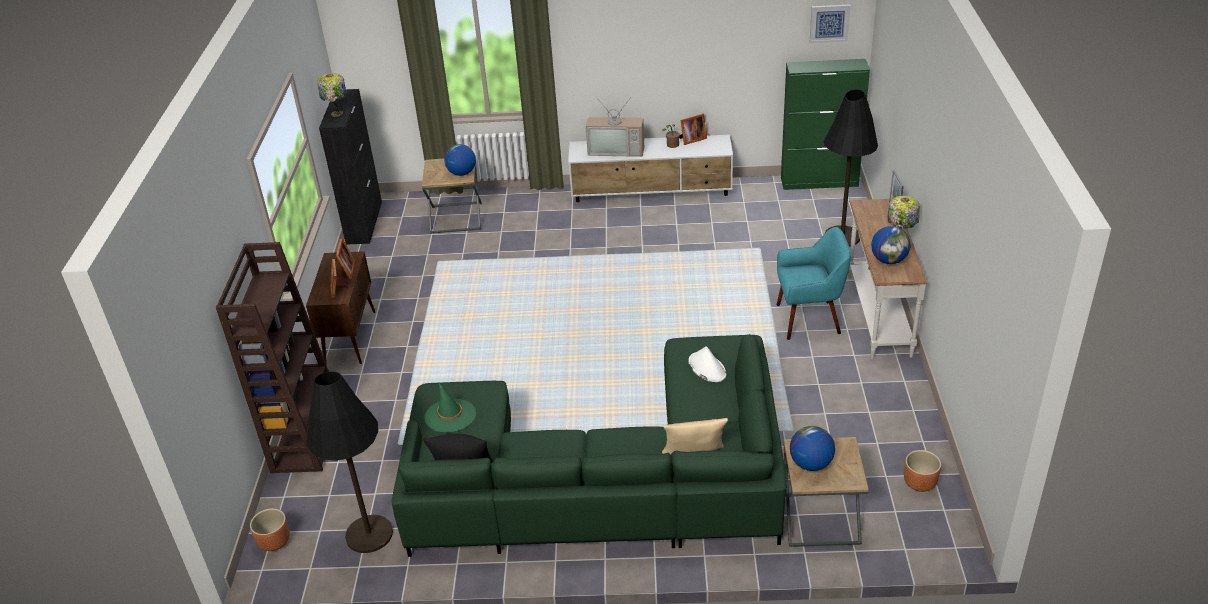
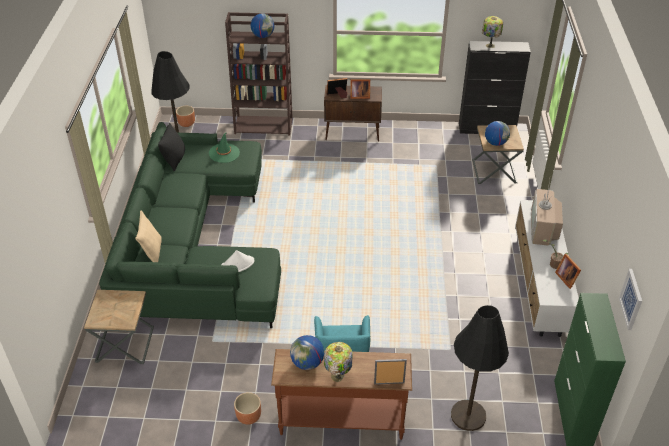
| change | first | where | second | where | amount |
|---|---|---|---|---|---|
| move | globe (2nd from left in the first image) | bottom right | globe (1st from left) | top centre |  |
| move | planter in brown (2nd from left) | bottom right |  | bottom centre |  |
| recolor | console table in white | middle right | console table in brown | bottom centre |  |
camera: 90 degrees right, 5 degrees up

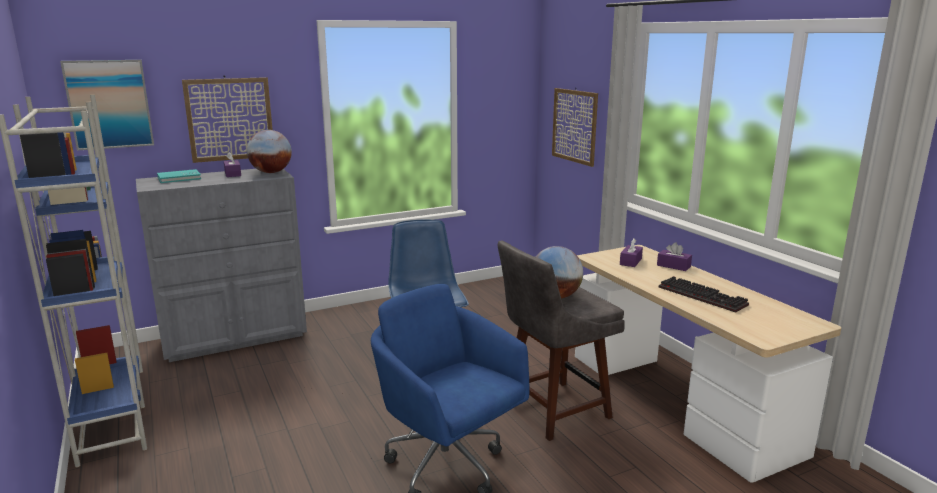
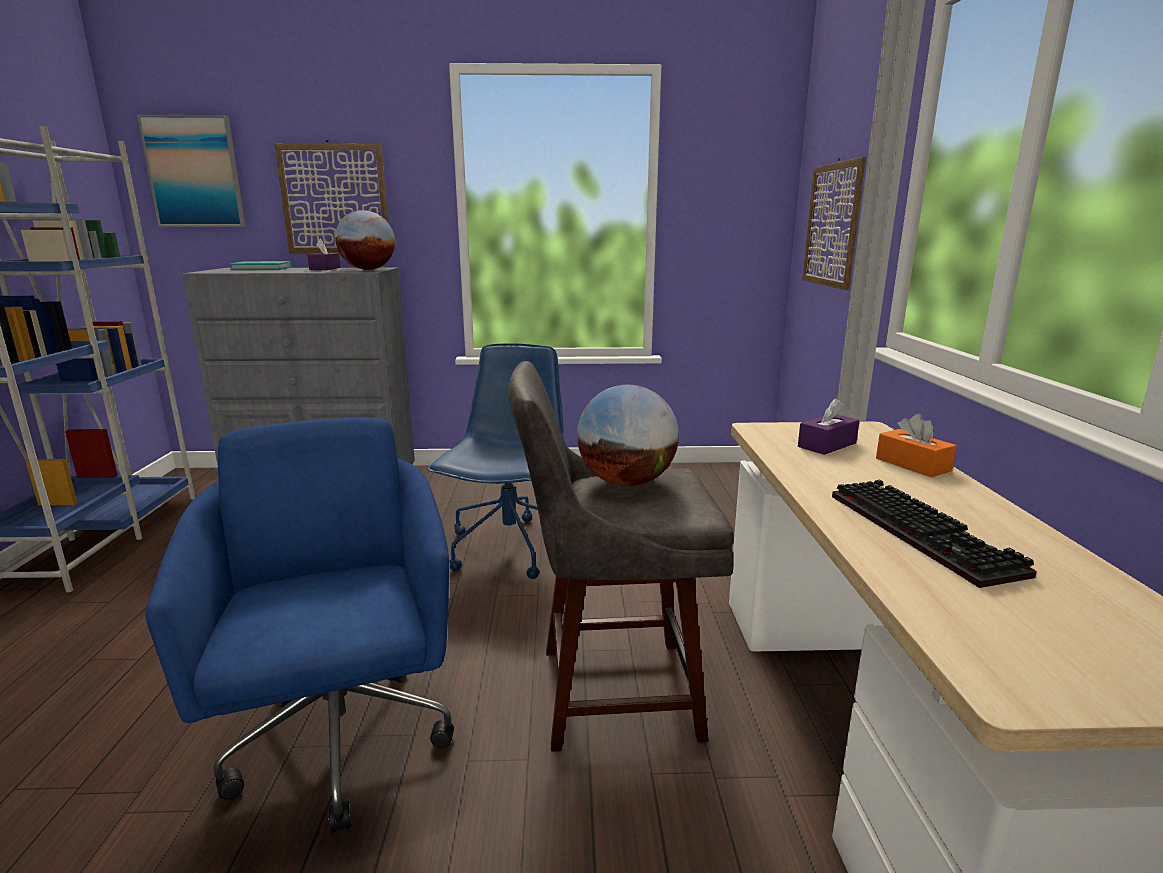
| change | first | where | second | where | amount |
|---|---|---|---|---|---|
| recolor | tissue box in purple (3rd from left) | middle right | tissue box in orange | middle right |  |
camera: 25 degrees right, 0 degrees up

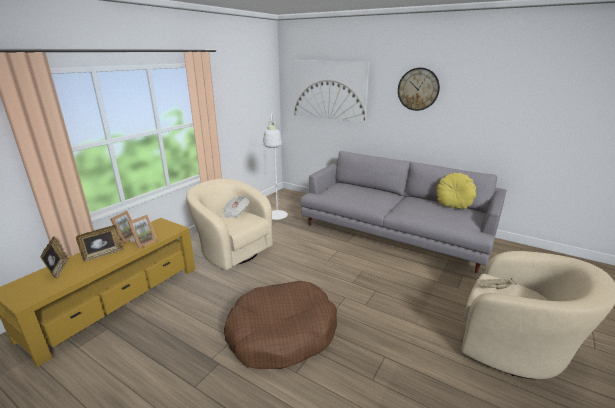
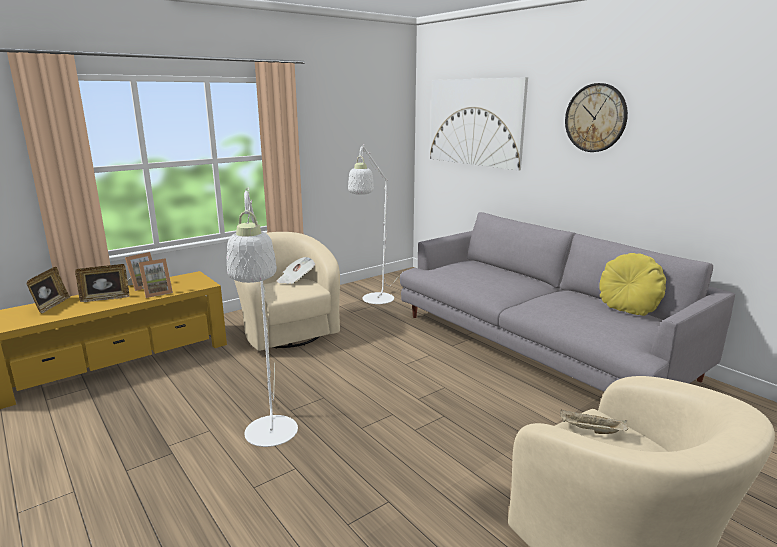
| change | first | where | second | where | amount |
|---|---|---|---|---|---|
| replace | dog bed in brown | bottom centre | floor lamp in white (1st from left) | centre |  |
camera: 20 degrees right, 5 degrees down

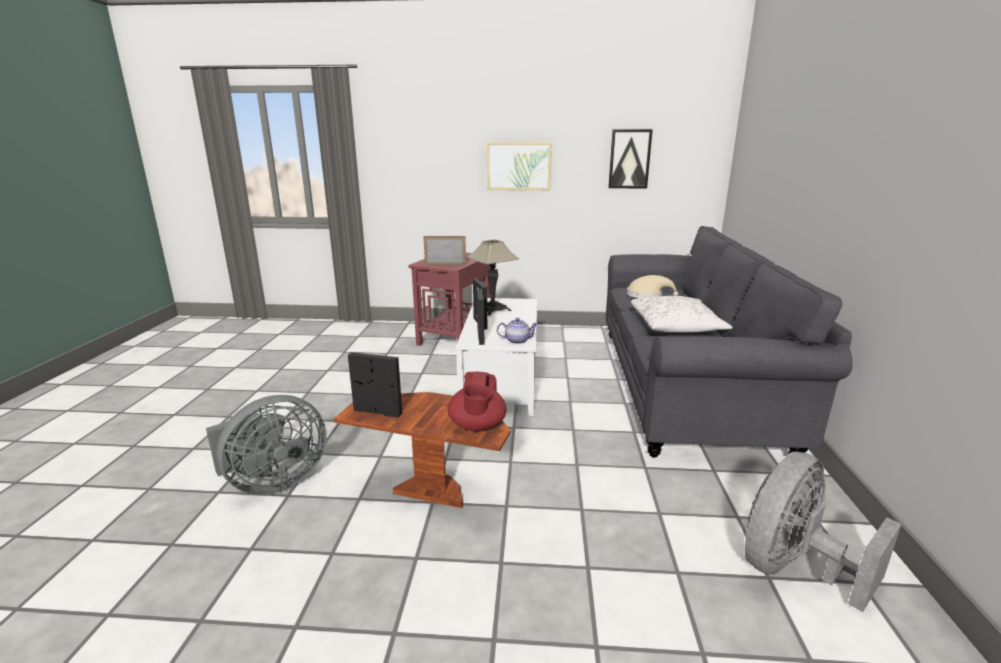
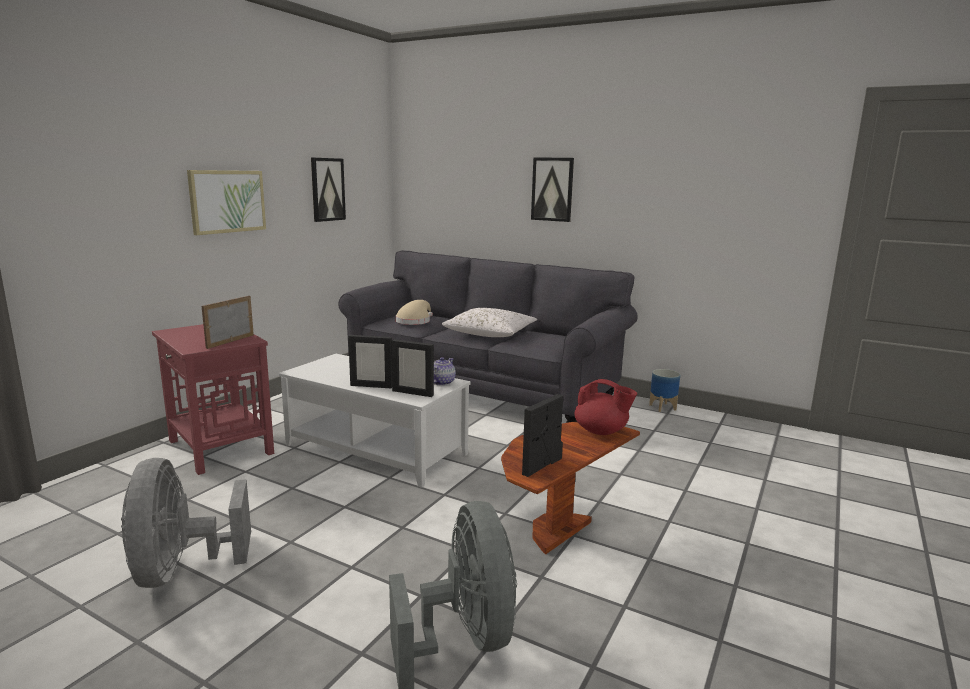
| change | first | where | second | where | amount |
|---|---|---|---|---|---|
| delete | table lamp | centre |  |  |  |
| insert |  |  | picture (3rd from left) | top centre |  |
| insert |  |  | planter | middle right |  |
| move | fan in grey (2nd from left in the first image) | bottom right | fan in grey (1st from left) | bottom left |  |
camera: 65 degrees left, 5 degrees down

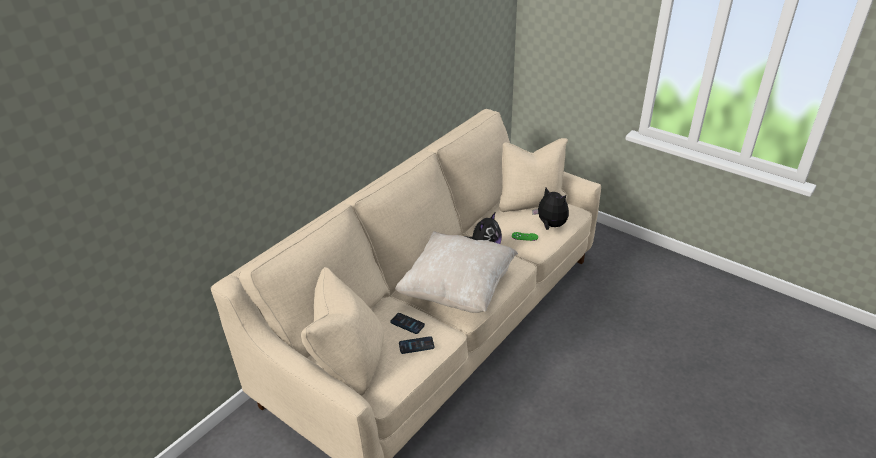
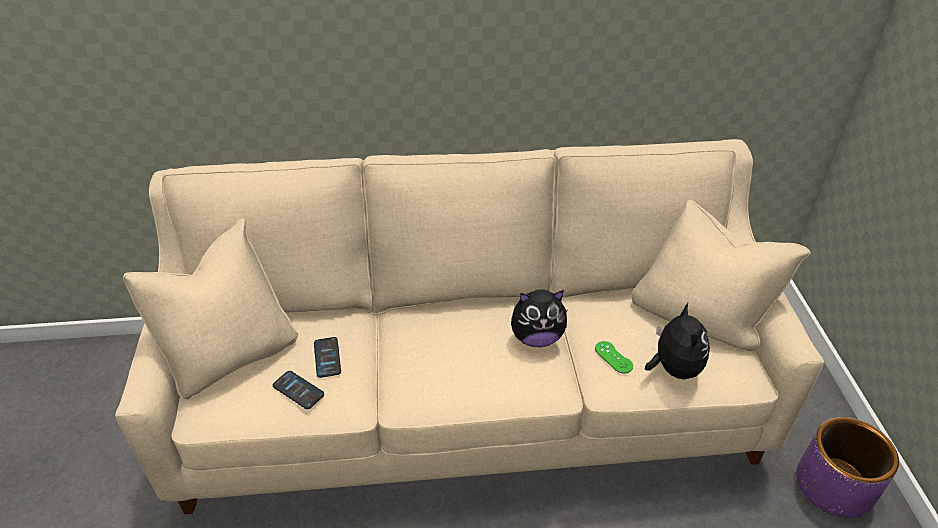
| change | first | where | second | where | amount |
|---|---|---|---|---|---|
| delete | pillow in beige | centre |  |  |  |
| insert |  |  | planter in purple | bottom right |  |
camera: 45 degrees right, 5 degrees up

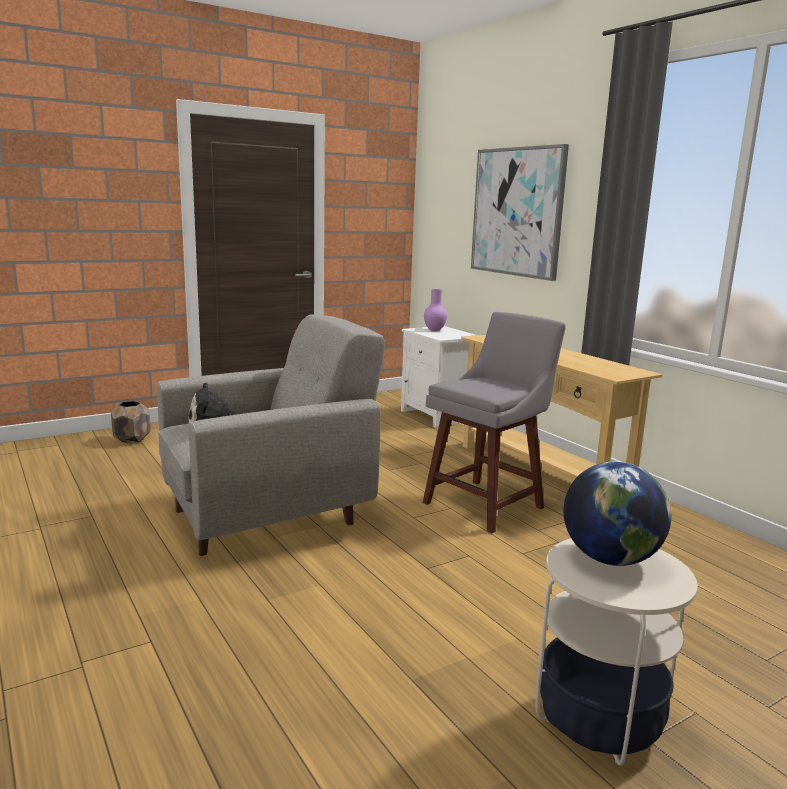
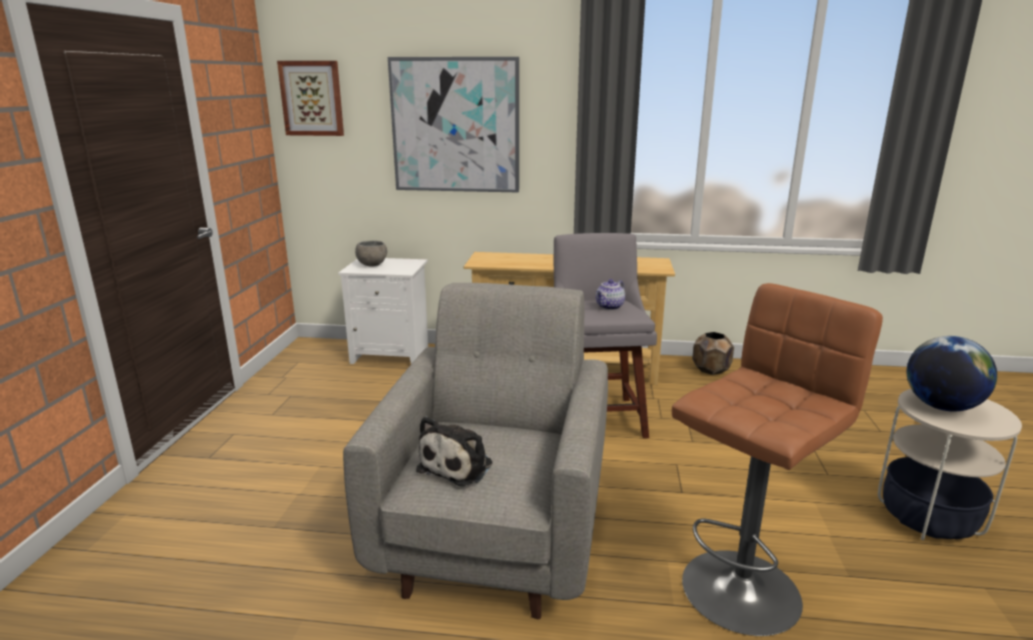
| change | first | where | second | where | amount |
|---|---|---|---|---|---|
| insert |  |  | picture (1st from left) | top left |  |
| insert |  |  | teapot | centre |  |
| insert |  |  | stool in brown | bottom right |  |
| move | planter in brown | middle left |  | middle right |  |
| replace | vase in purple | centre | bowl in grey | centre |  |
camera: 50 degrees left, 5 degrees up

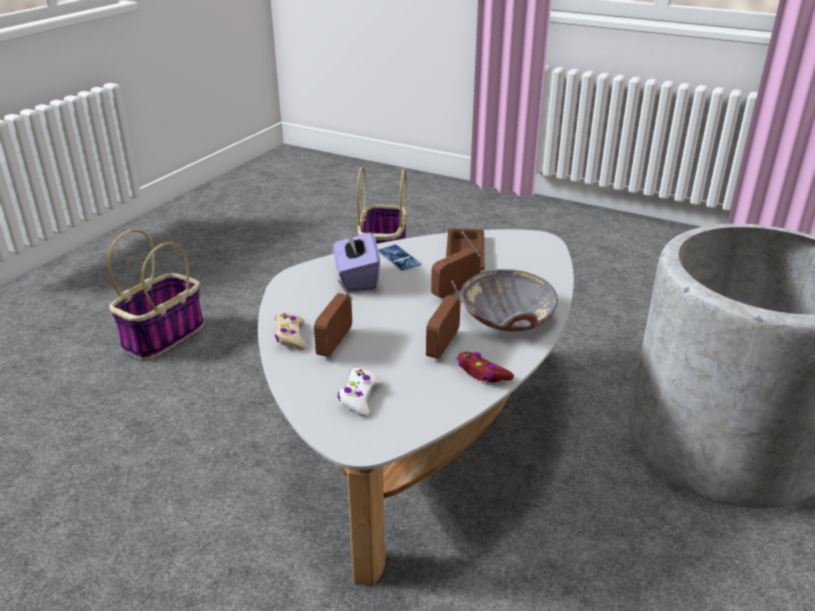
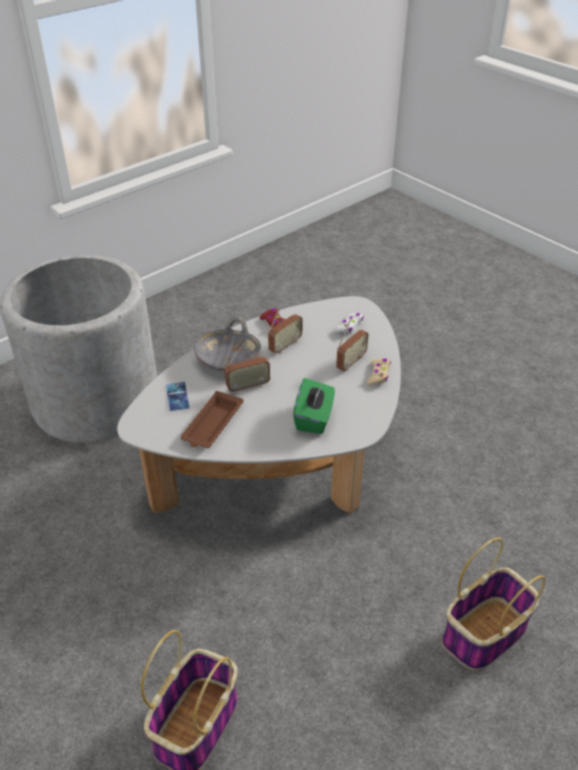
| change | first | where | second | where | amount |
|---|---|---|---|---|---|
| move | phone | centre |  | middle left |  |
| recolor | tissue box in purple | centre | tissue box in green | centre |  |
camera: 160 degrees left, 10 degrees up

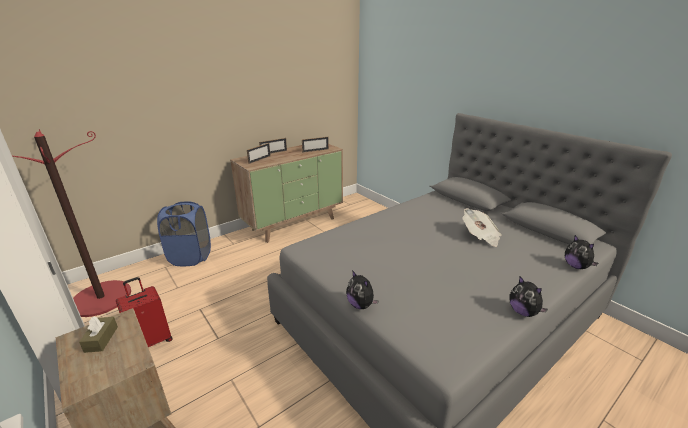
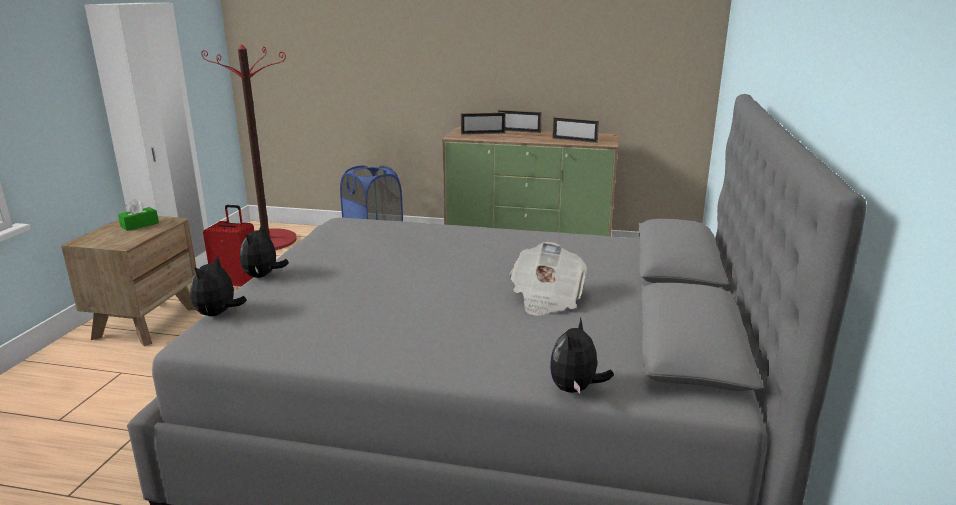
| change | first | where | second | where | amount |
|---|---|---|---|---|---|
| move | plush toy (2nd from left in the first image) | bottom right | plush toy (1st from left) | middle left |  |
| recolor | tissue box in brown | bottom left | tissue box in green | middle left |  |
camera: 50 degrees right, 5 degrees down

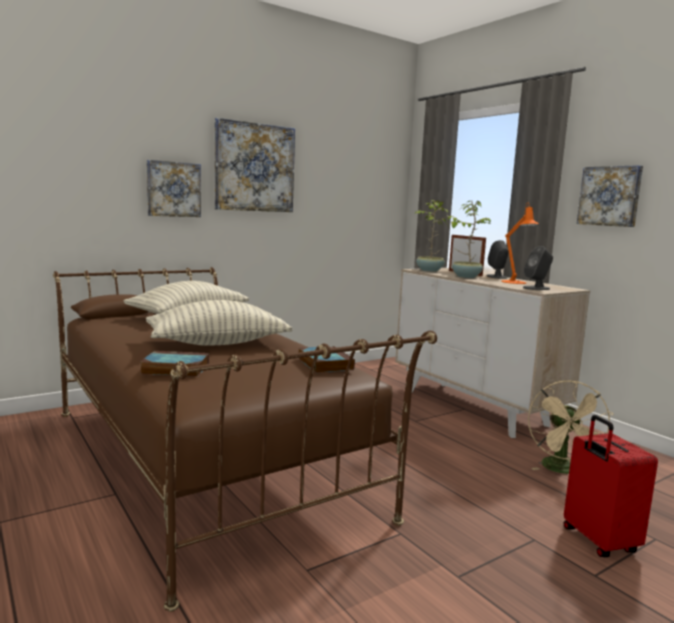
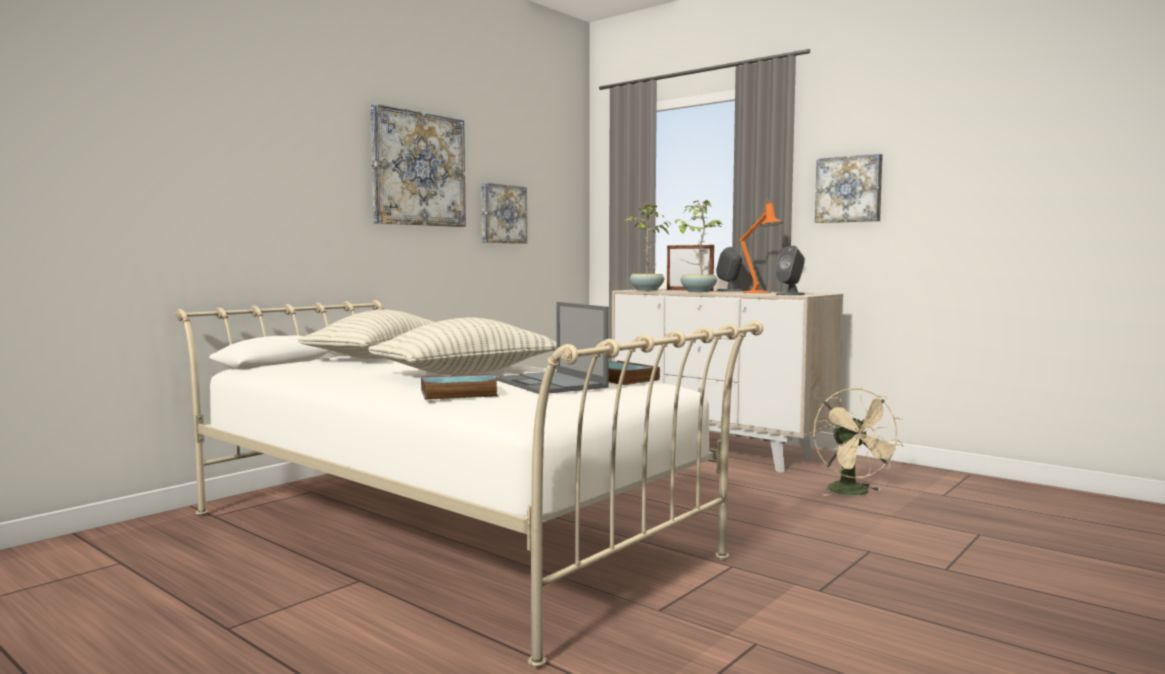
| change | first | where | second | where | amount |
|---|---|---|---|---|---|
| delete | suitcase in red | bottom right |  |  |  |
| insert |  |  | laptop | centre |  |
| move | picture (1st from left in the first image) | top left | picture (2nd from left) | top centre |  |
| recolor | bed in brown | bottom centre | bed in white | bottom centre |  |
camera: 15 degrees left, 5 degrees down

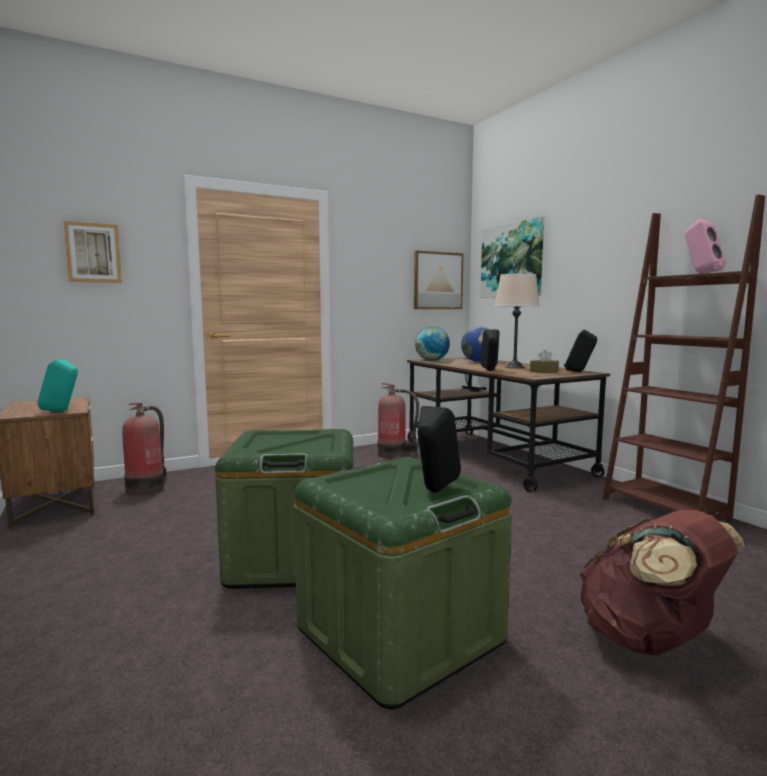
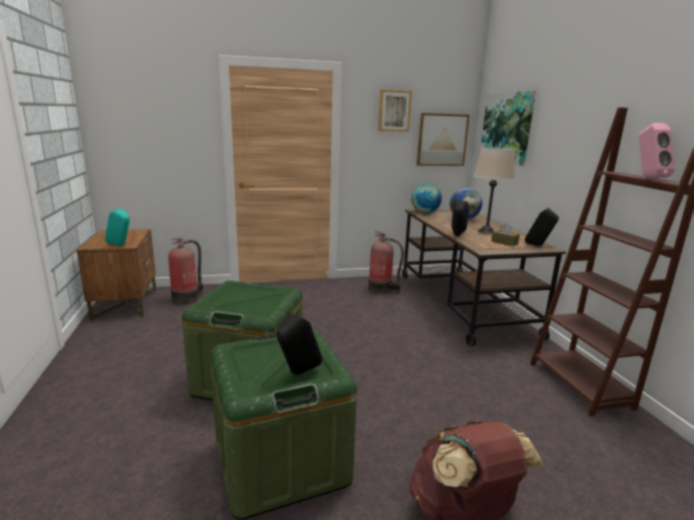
| change | first | where | second | where | amount |
|---|---|---|---|---|---|
| move | picture (1st from left) | top left |  | top centre |  |
camera: 15 degrees right, 10 degrees up

